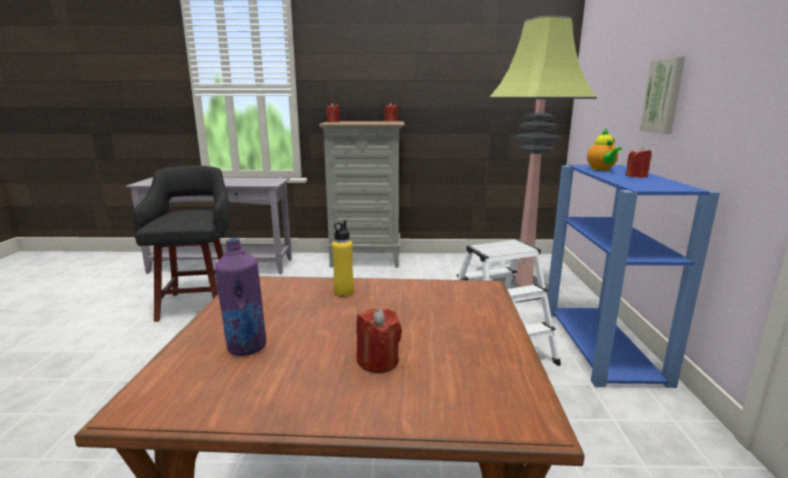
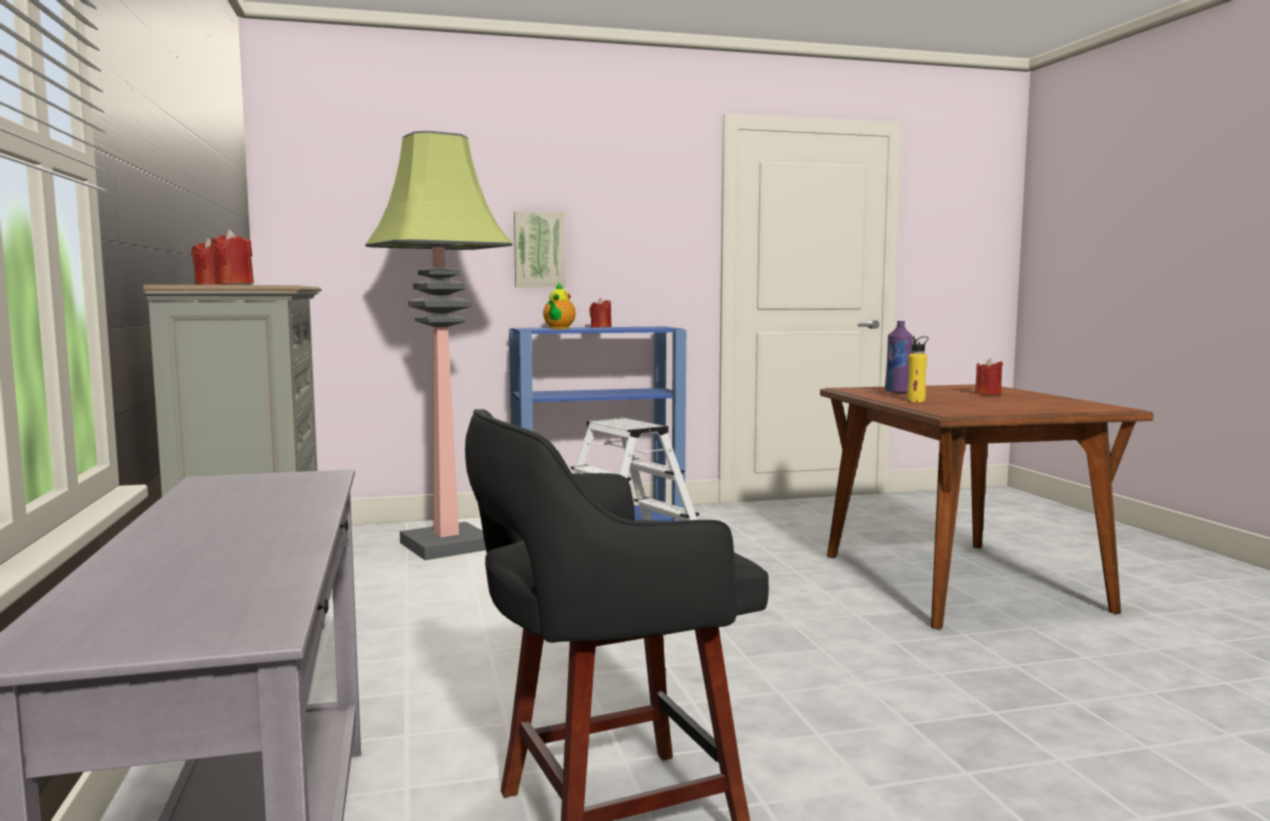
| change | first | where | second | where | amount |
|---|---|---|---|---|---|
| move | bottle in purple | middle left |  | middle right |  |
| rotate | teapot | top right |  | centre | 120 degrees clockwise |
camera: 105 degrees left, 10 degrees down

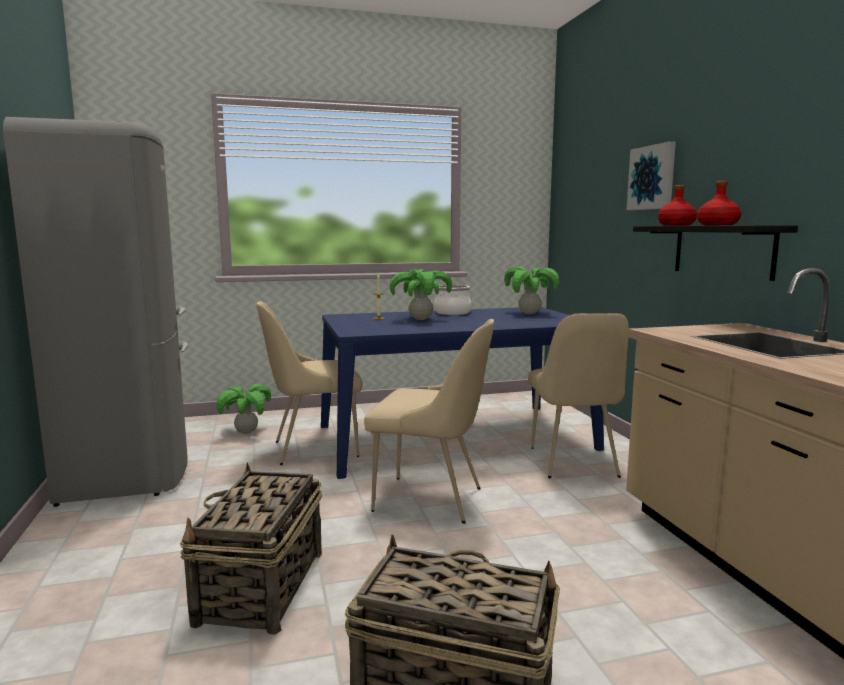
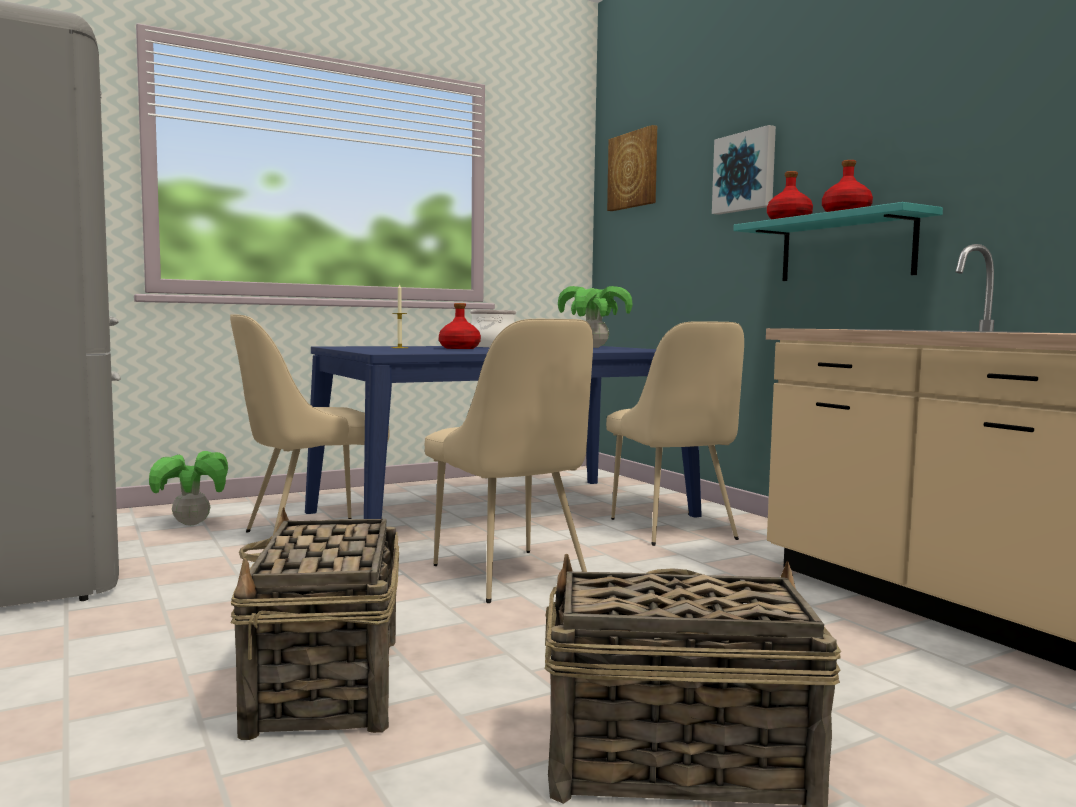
| change | first | where | second | where | amount |
|---|---|---|---|---|---|
| insert |  |  | picture (1st from left) | top centre |  |
| replace | potted plant (2nd from left) | centre | bottle in red (1st from left) | centre |  |
| recolor | shelf in black | middle right | shelf in turquoise | top right |  |
| rotate | chair in beige (2nd from left) | centre |  | centre | 60 degrees clockwise |
camera: 15 degrees left, 5 degrees down

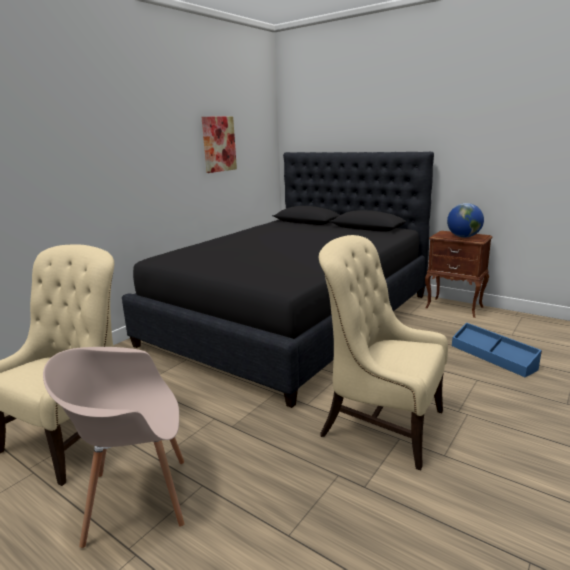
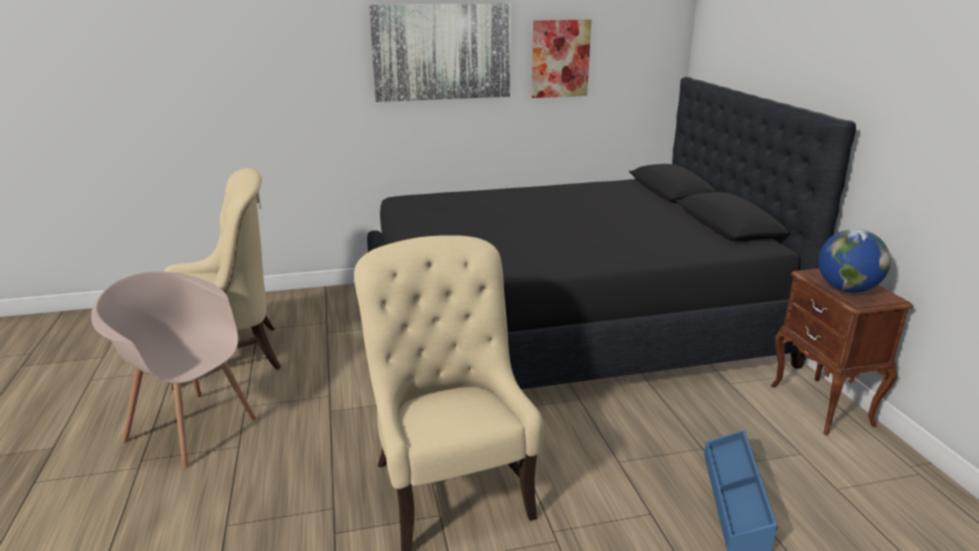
| change | first | where | second | where | amount |
|---|---|---|---|---|---|
| insert |  |  | picture (1st from left) | top centre |  |
camera: 40 degrees right, 5 degrees up

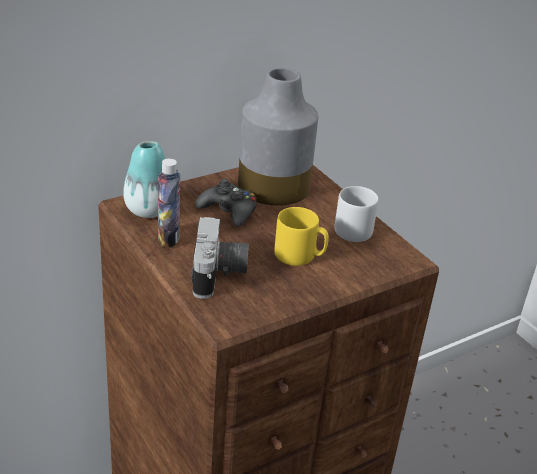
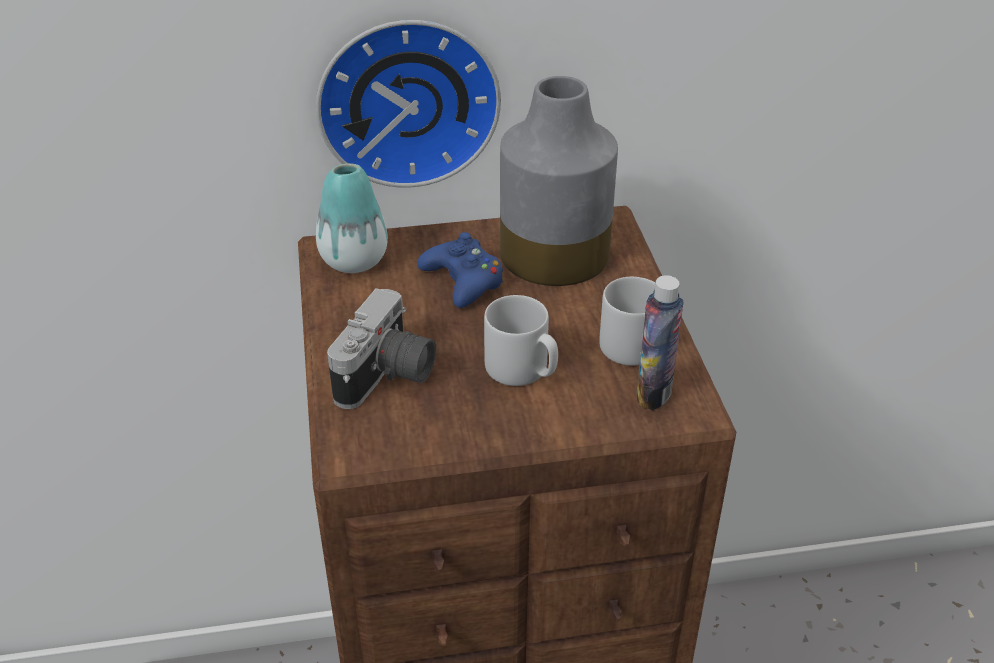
| change | first | where | second | where | amount |
|---|---|---|---|---|---|
| insert |  |  | wall clock | top centre |  |
| move | bottle | middle left |  | centre |  |
| recolor | game controller in black | centre | game controller in blue | centre |  |
| recolor | mug in yellow | centre | mug in grey (1st from left) | centre |  |
camera: 25 degrees right, 5 degrees up

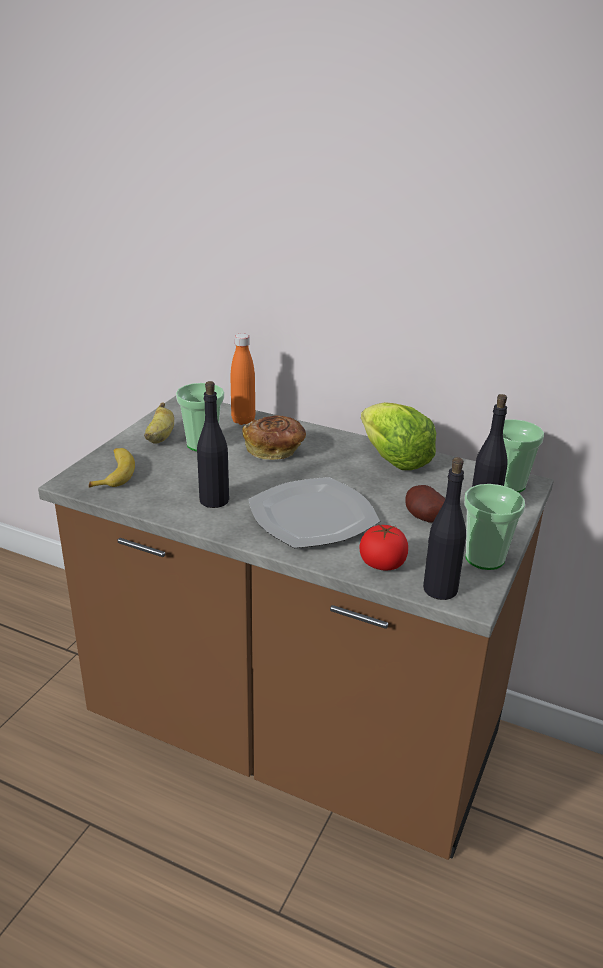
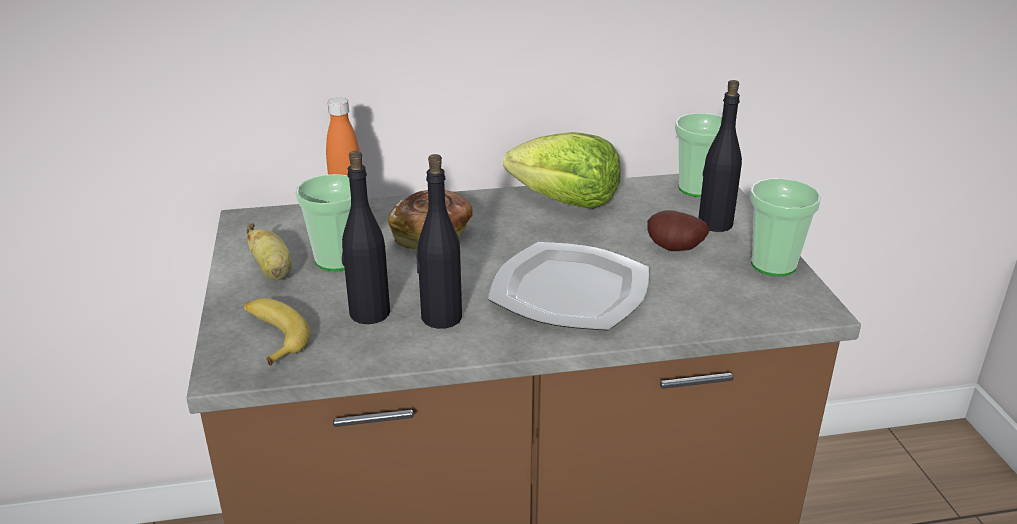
| change | first | where | second | where | amount |
|---|---|---|---|---|---|
| delete | tomato | centre |  |  |  |
| move | bottle in black (2nd from left in the first image) | middle right | bottle in black (1st from left) | centre |  |
camera: 35 degrees left, 0 degrees up

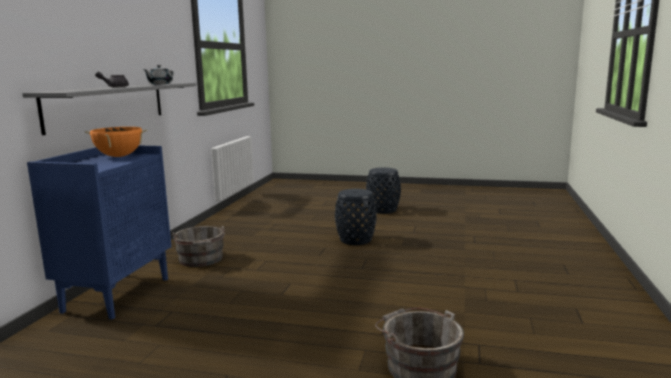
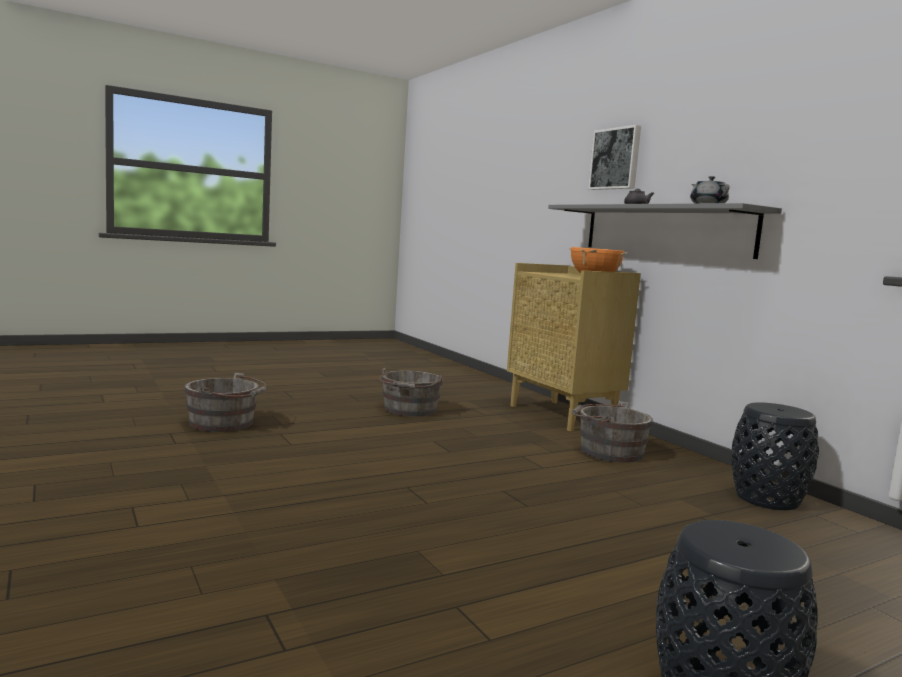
| change | first | where | second | where | amount |
|---|---|---|---|---|---|
| insert |  |  | bucket in grey (2nd from left) | centre |  |
| insert |  |  | picture | top right |  |
| move | stool in black (1st from left in the first image) | centre | stool in black (2nd from left) | bottom right |  |
| recolor | cabinet in blue | middle left | cabinet in beige | centre |  |
camera: 135 degrees right, 5 degrees down

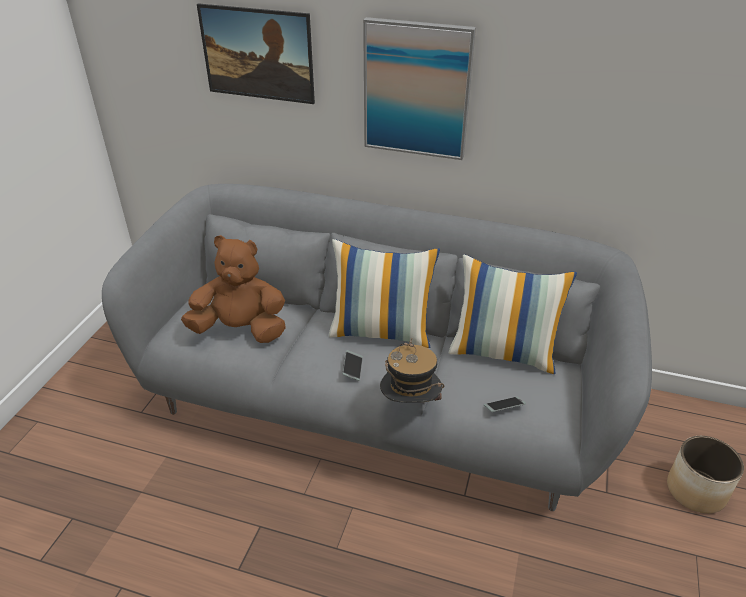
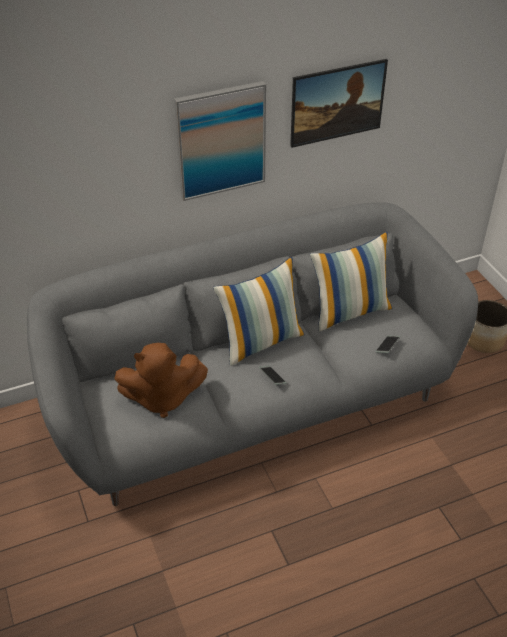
| change | first | where | second | where | amount |
|---|---|---|---|---|---|
| delete | hat | centre |  |  |  |
| move | picture (1st from left in the first image) | top centre | picture (2nd from left) | top right |  |
| rotate | plush toy in brown | middle left |  | middle left | 150 degrees counterclockwise |
camera: 40 degrees left, 5 degrees up

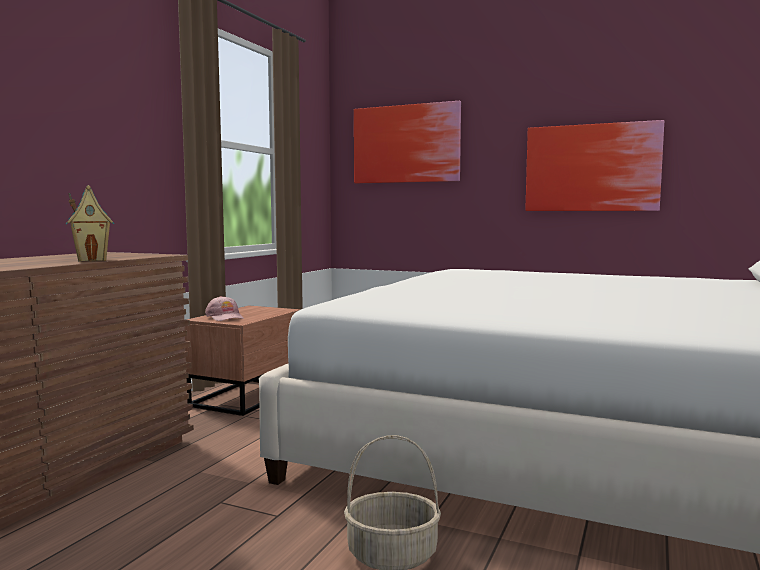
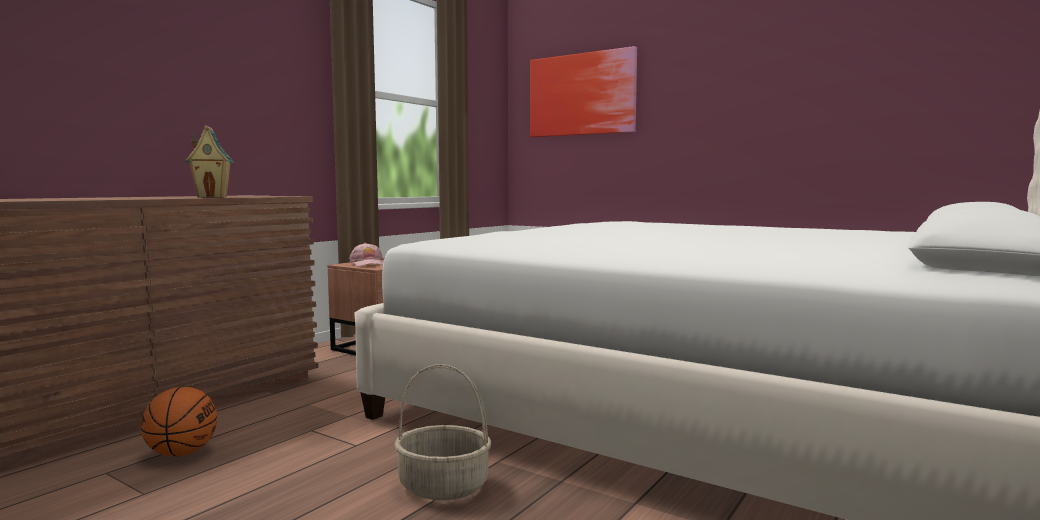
| change | first | where | second | where | amount |
|---|---|---|---|---|---|
| delete | picture (2nd from left) | top right |  |  |  |
| insert |  |  | basketball | bottom left |  |
camera: 10 degrees right, 0 degrees up

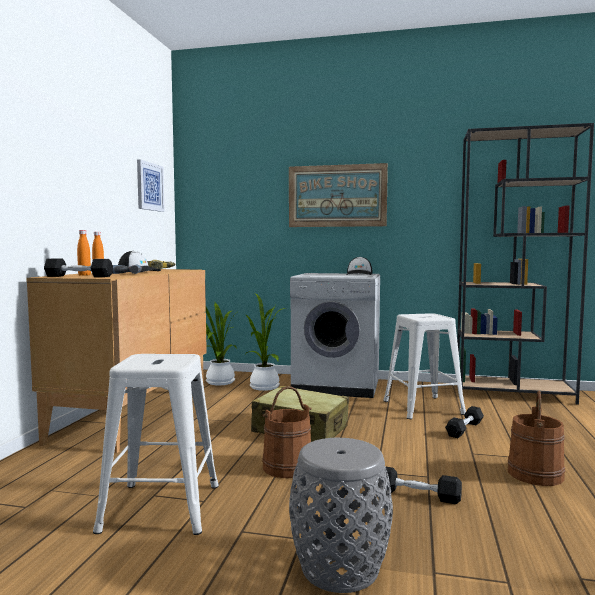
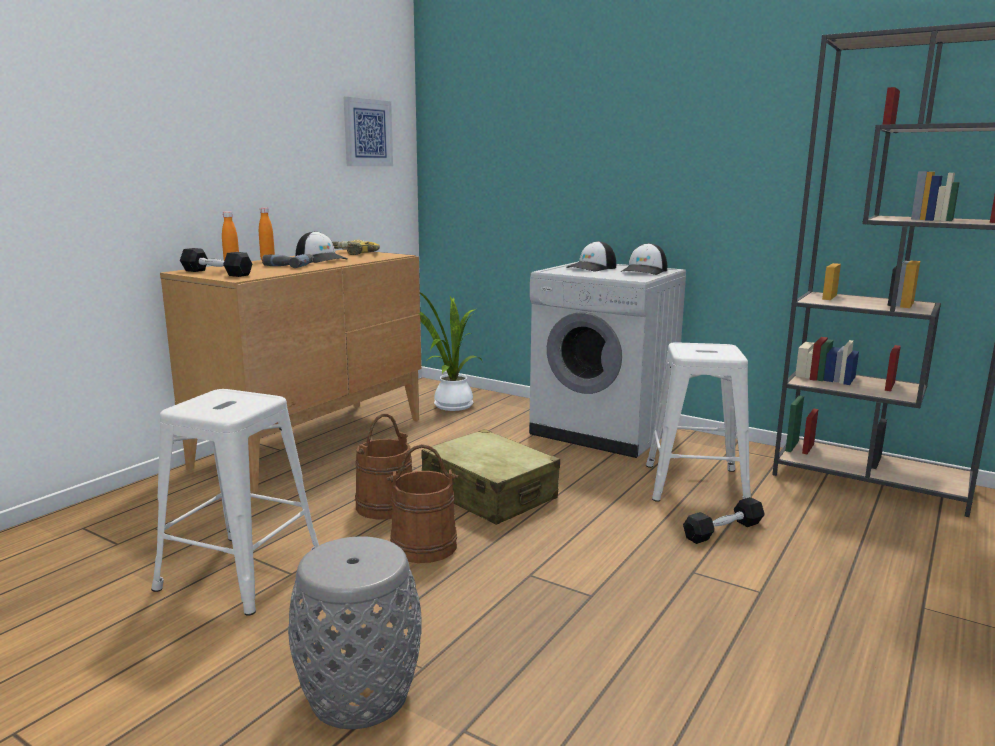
| change | first | where | second | where | amount |
|---|---|---|---|---|---|
| delete | potted plant (2nd from left) | centre |  |  |  |
| delete | picture (2nd from left) | top centre |  |  |  |
| delete | dumbbell in black (2nd from left) | bottom right |  |  |  |
| insert |  |  | cap (2nd from left) | centre |  |
| move | bucket in brown (2nd from left in the first image) | bottom right | bucket in brown (1st from left) | centre |  |
camera: 20 degrees right, 10 degrees up

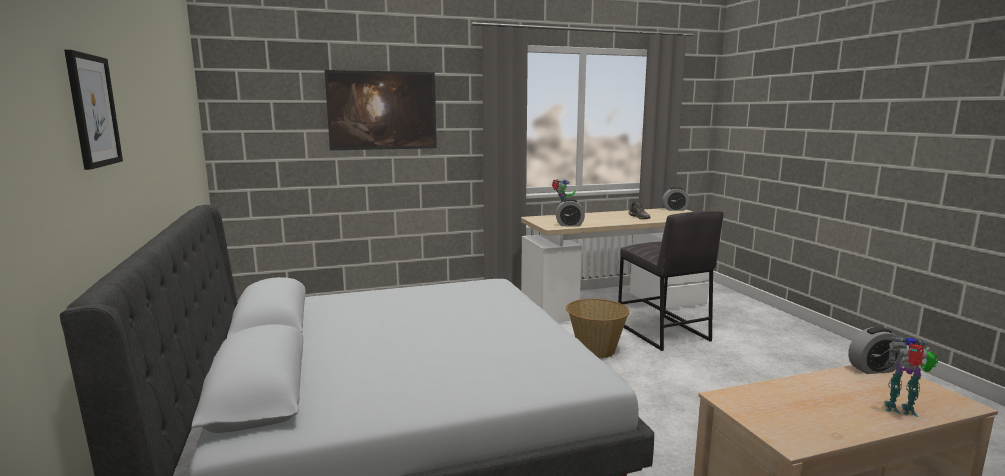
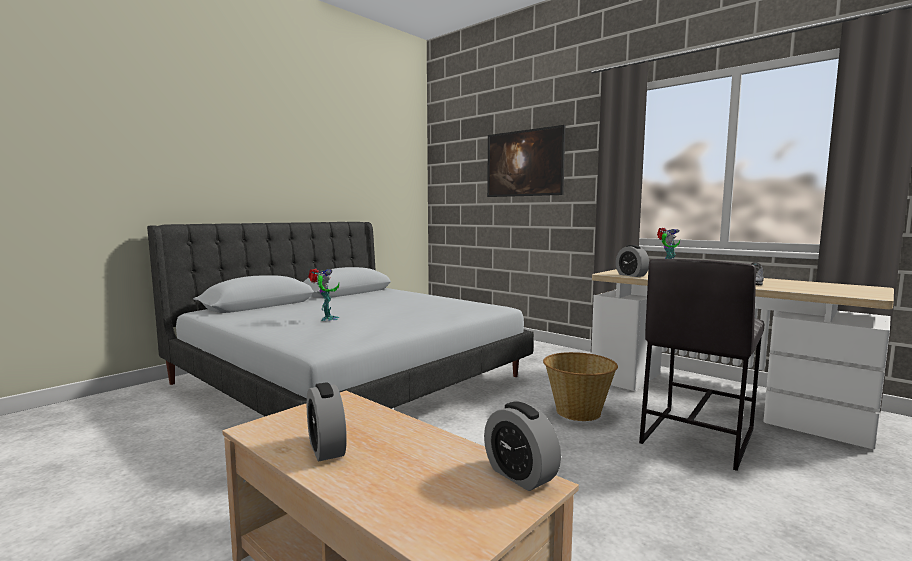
| change | first | where | second | where | amount |
|---|---|---|---|---|---|
| delete | picture (1st from left) | top left |  |  |  |
| move | alarm clock (2nd from left in the first image) | middle right | alarm clock (1st from left) | bottom centre |  |
| move | toy robot (2nd from left in the first image) | bottom right | toy robot (1st from left) | centre |  |
camera: 60 degrees right, 5 degrees down

